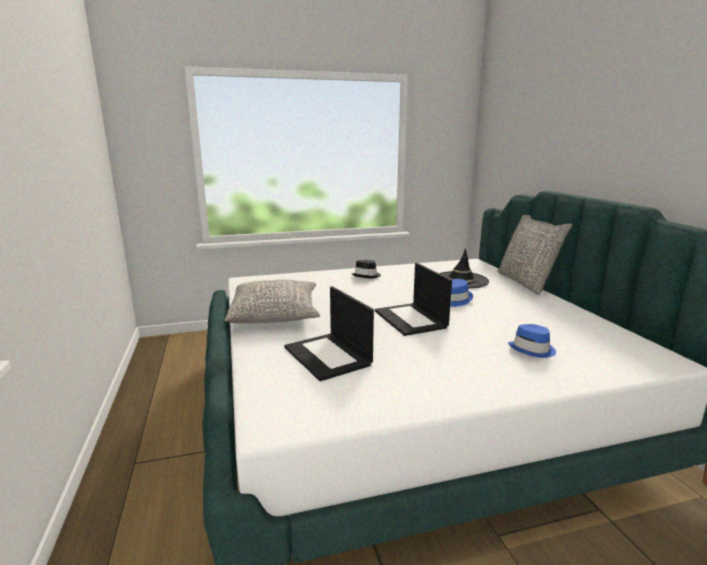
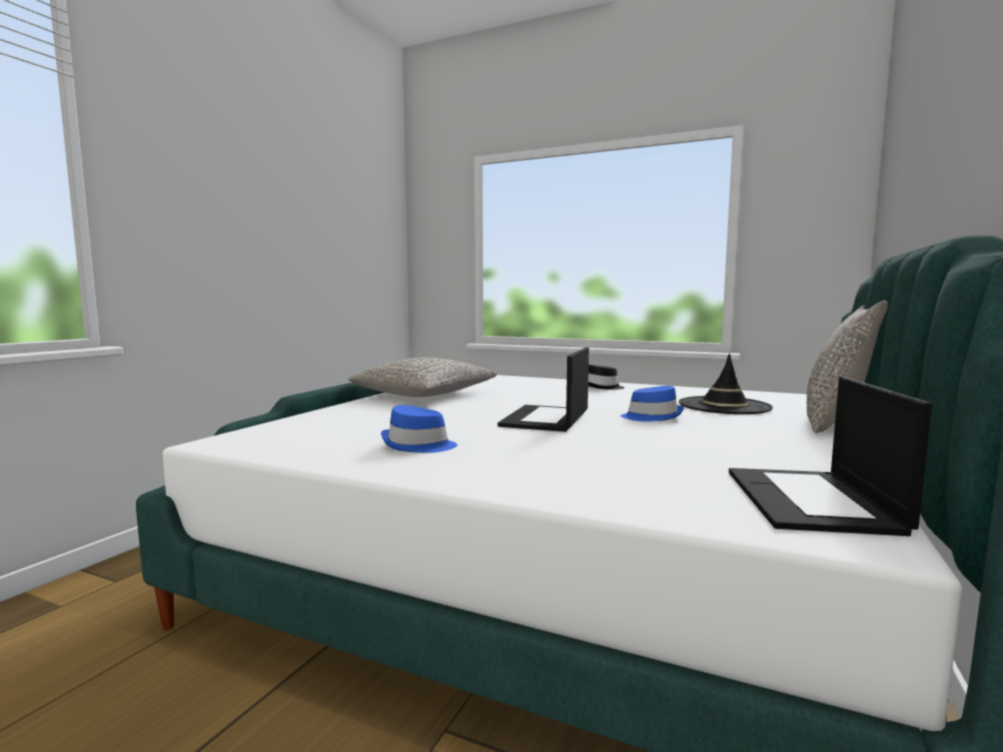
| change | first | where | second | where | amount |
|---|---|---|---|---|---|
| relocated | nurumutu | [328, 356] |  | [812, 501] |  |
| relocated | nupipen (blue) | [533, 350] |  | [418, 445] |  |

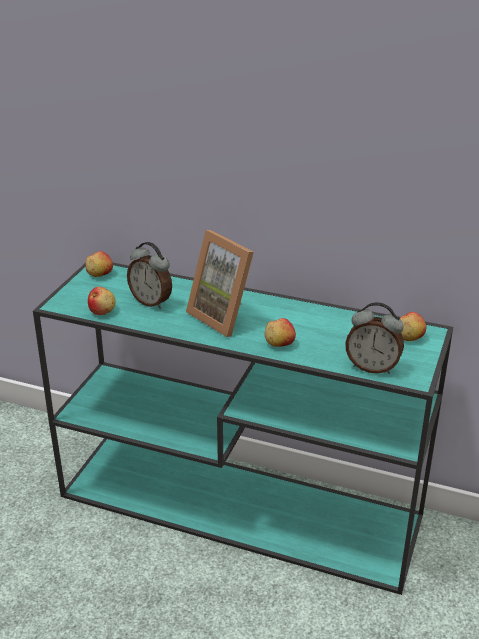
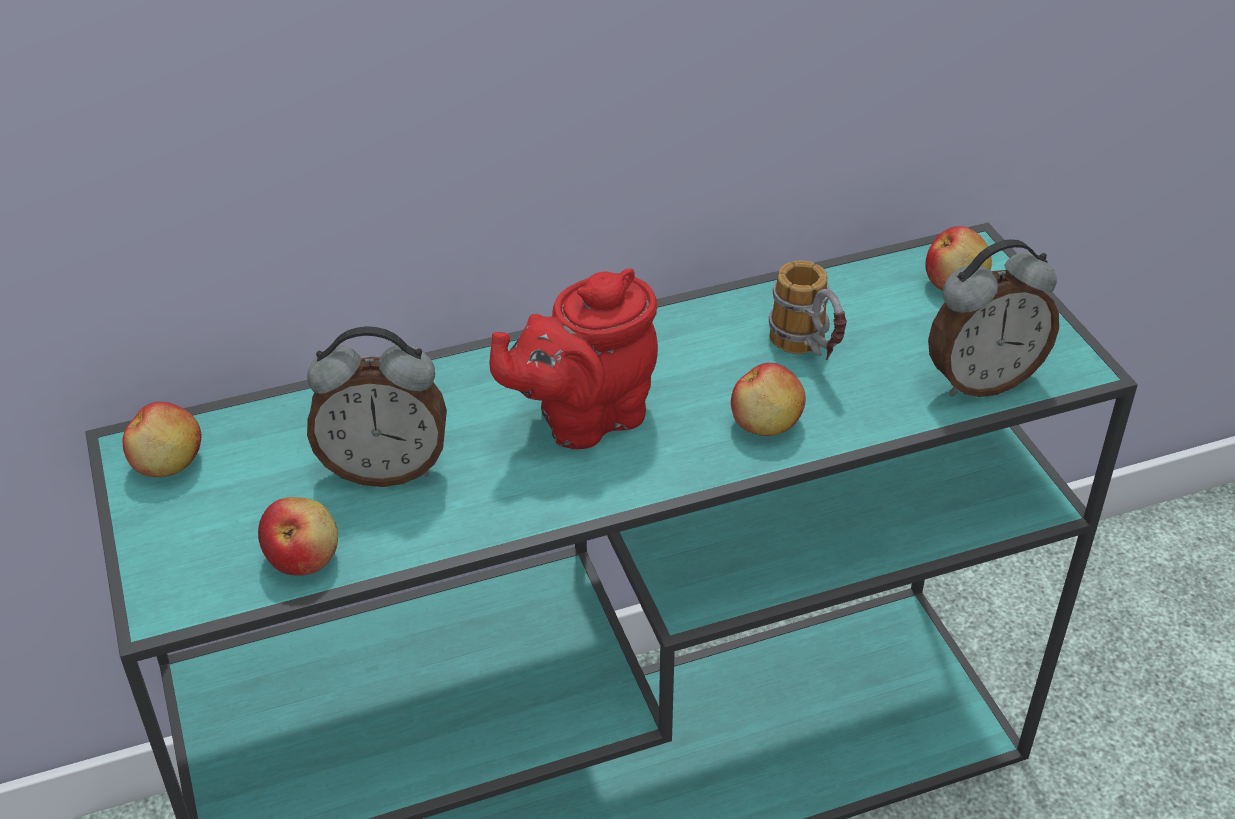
| change | first | where | second | where | amount |
|---|---|---|---|---|---|
| exchanged | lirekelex | [225, 316] | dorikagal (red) | [584, 418] |  |
| appeared |  |  | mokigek | [809, 353] |  |

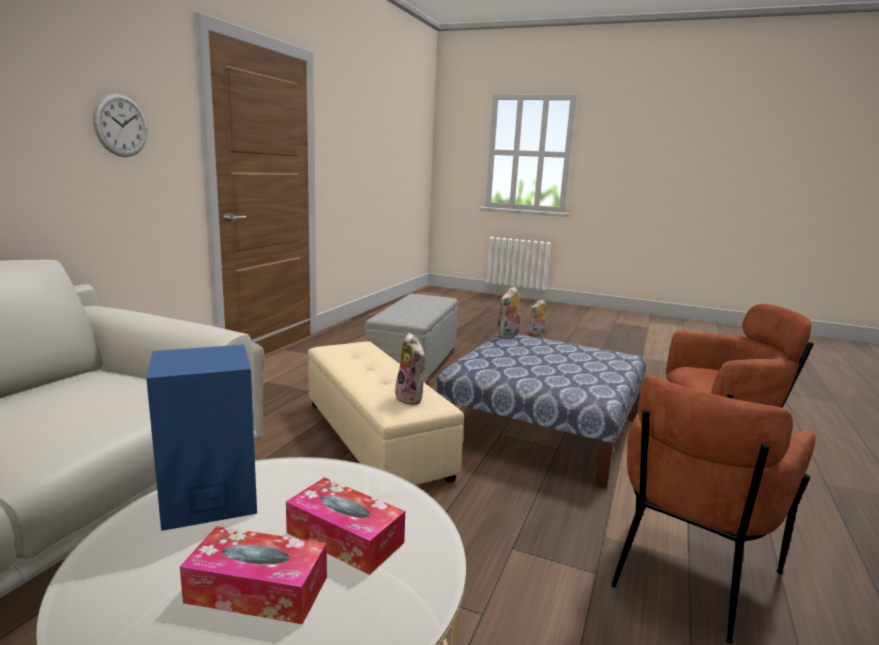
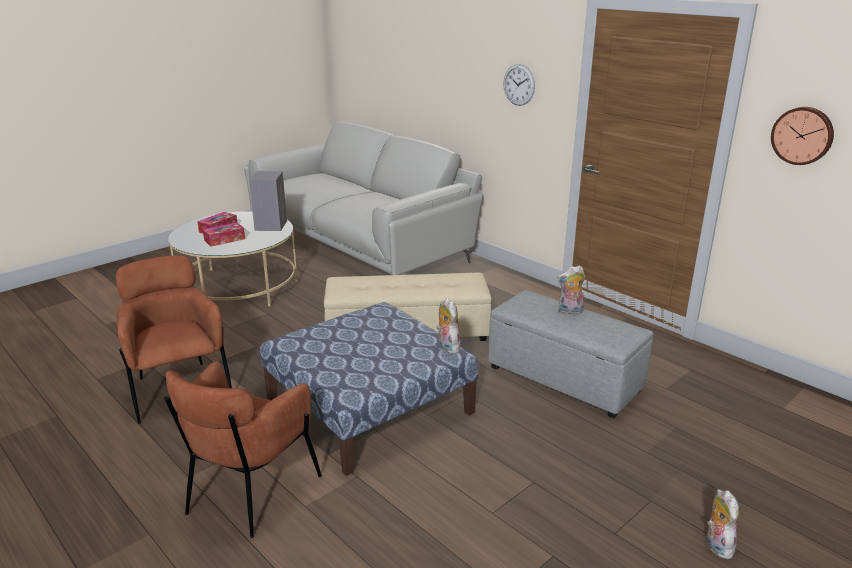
| change | first | where | second | where | amount |
|---|---|---|---|---|---|
| colour | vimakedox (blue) | [206, 501] | vimakedox (grey) | [271, 225] |  |
| relocated | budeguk | [411, 398] |  | [570, 311] |  |
| appeared |  |  | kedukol | [802, 135] |  |

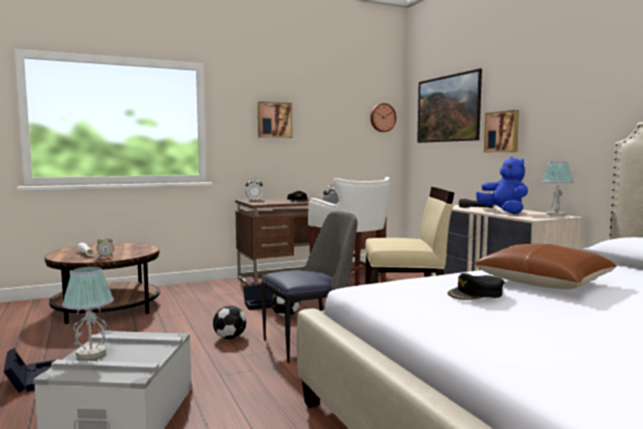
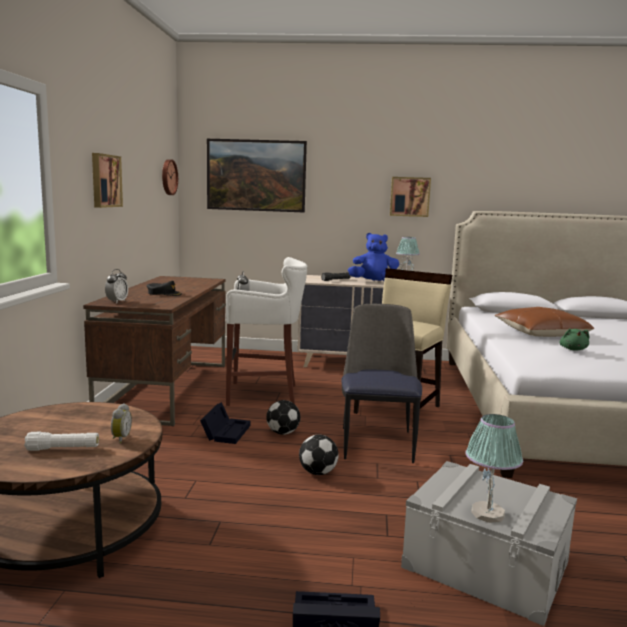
| change | first | where | second | where | amount |
|---|---|---|---|---|---|
| exchanged | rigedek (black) | [476, 294] | budeguk (green) | [573, 349] |  |
| relocated | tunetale | [502, 132] |  | [409, 196] |  |

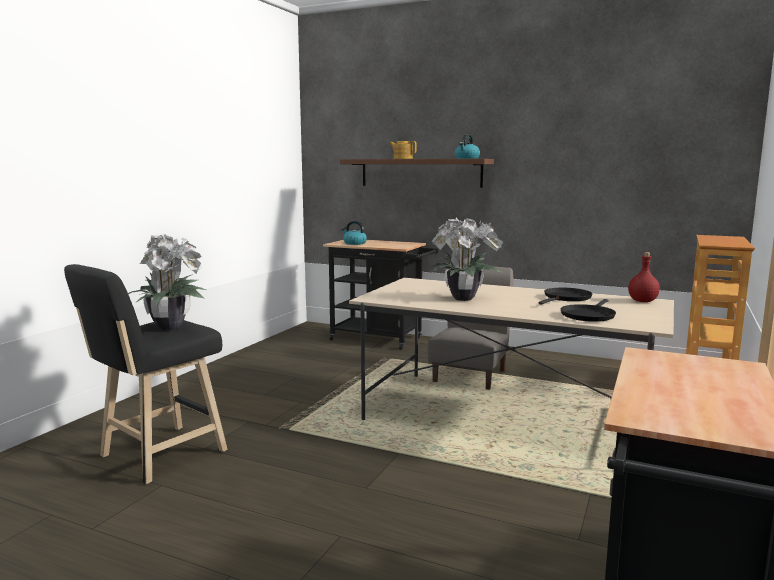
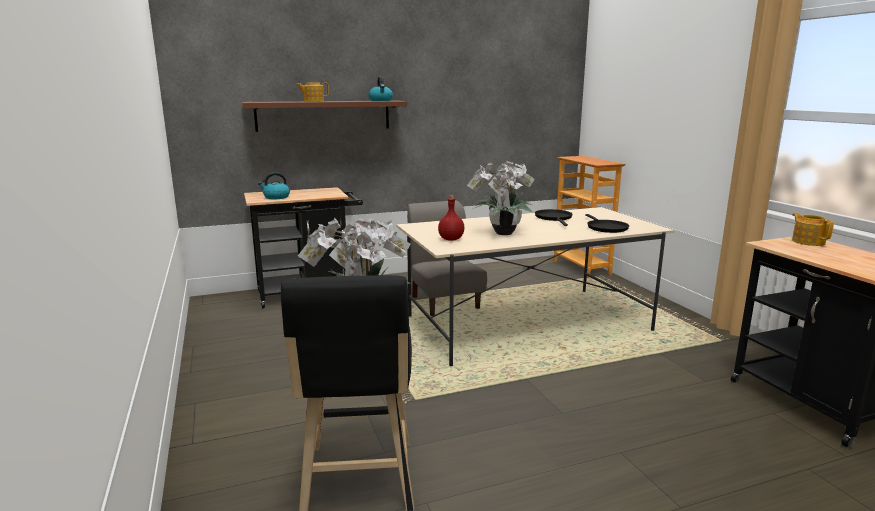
| change | first | where | second | where | amount |
|---|---|---|---|---|---|
| relocated | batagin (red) | [643, 301] |  | [451, 239] |  |
| appeared |  |  | dorikagal | [808, 242] |  |

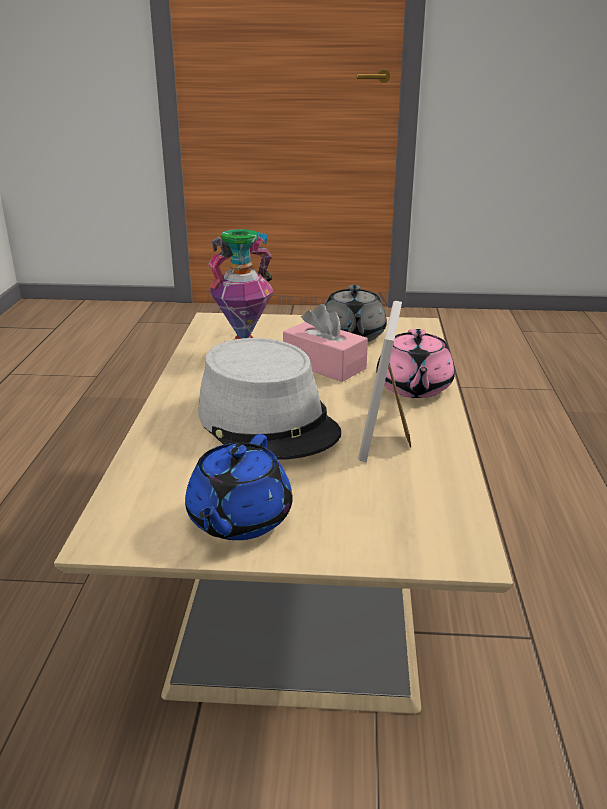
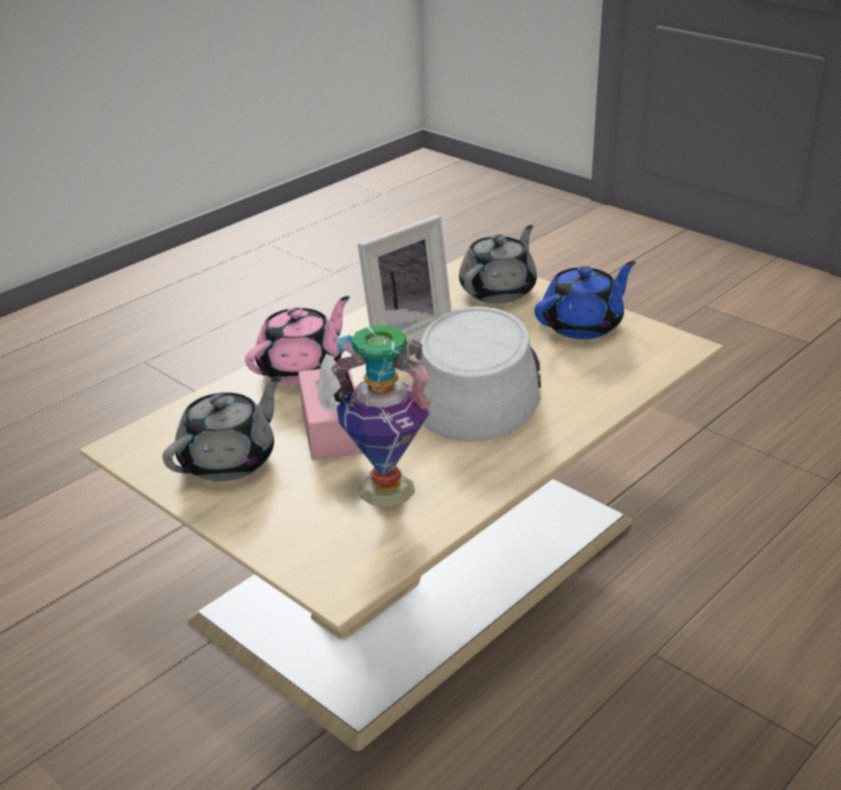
| change | first | where | second | where | amount |
|---|---|---|---|---|---|
| appeared |  |  | dorikagal (grey) | [499, 290] |  |

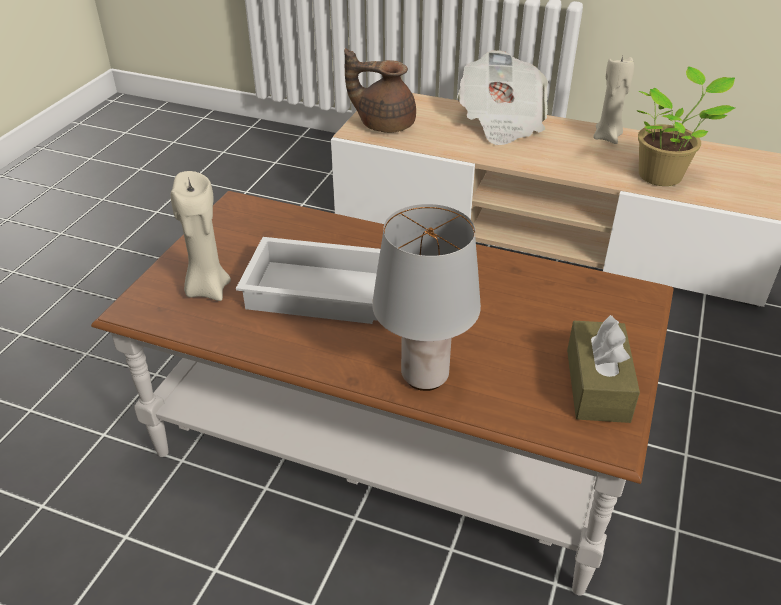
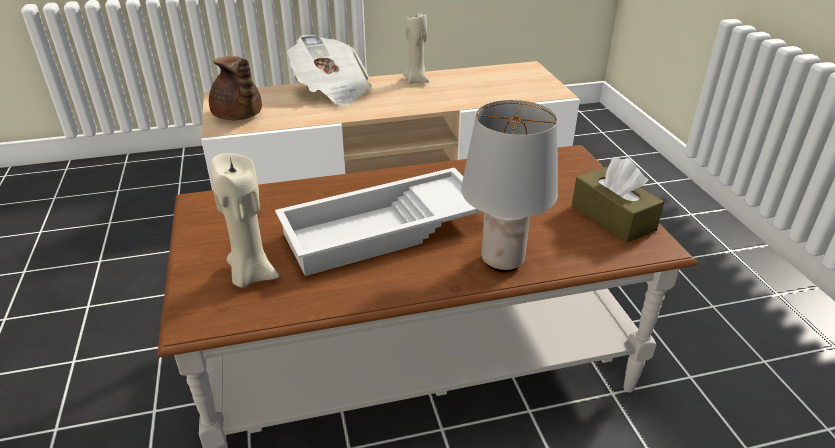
| change | first | where | second | where | amount |
|---|---|---|---|---|---|
| spun | dorikagal (brown) | [384, 124] |  | [238, 116] | 105 degrees counterclockwise |
| missing | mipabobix | [663, 175] |  |  |  |

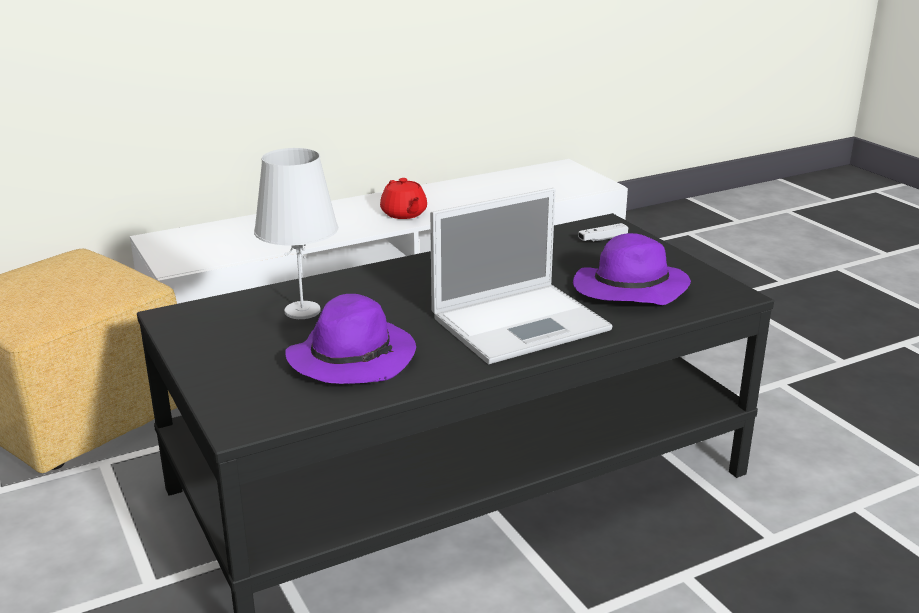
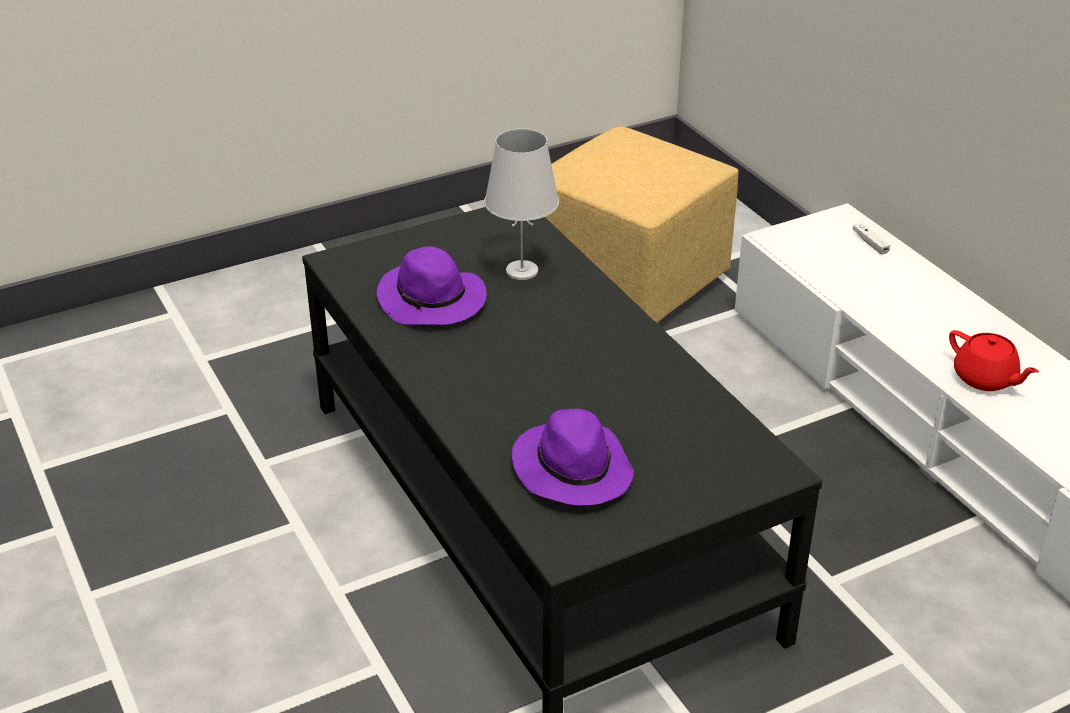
| change | first | where | second | where | amount |
|---|---|---|---|---|---|
| spun | dorikagal (red) | [404, 214] |  | [985, 379] | 105 degrees counterclockwise |
| missing | nurumutu | [522, 322] |  |  |  |
| relocated | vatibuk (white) | [603, 239] |  | [870, 243] |  |

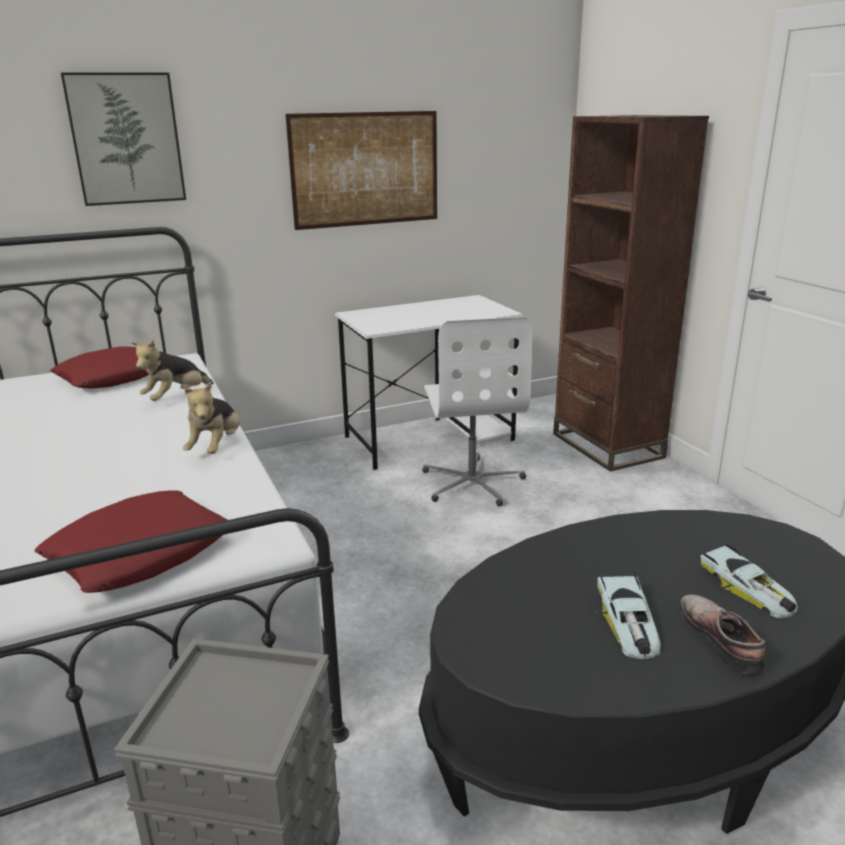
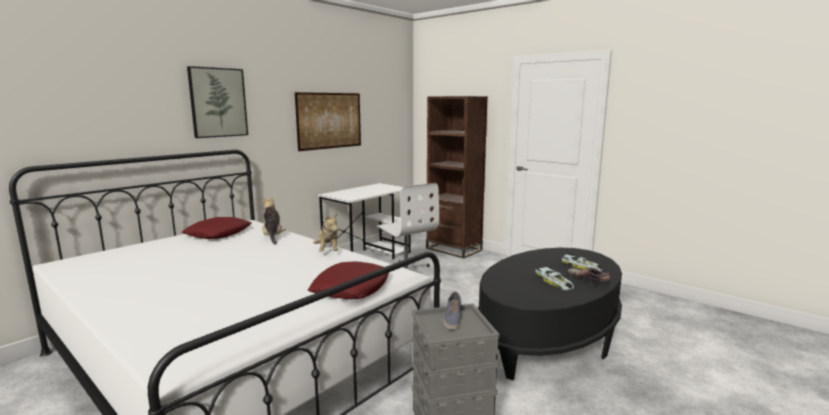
| change | first | where | second | where | amount |
|---|---|---|---|---|---|
| spun | budeguk | [176, 398] |  | [273, 237] | 150 degrees clockwise |
| appeared |  |  | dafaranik | [452, 319] |  |

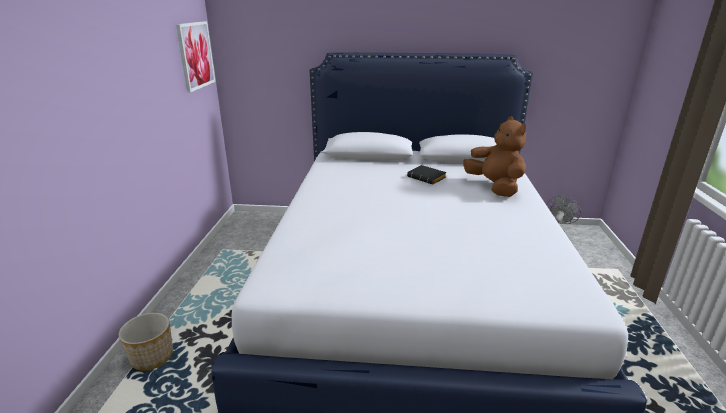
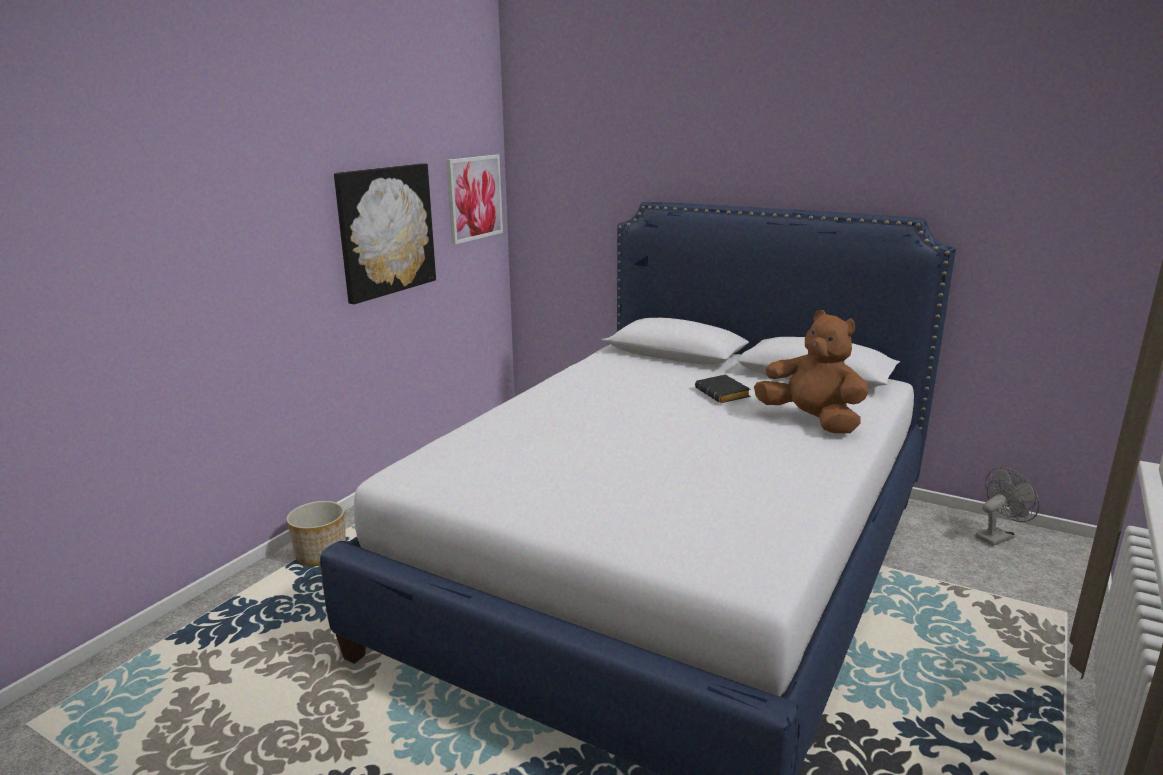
| change | first | where | second | where | amount |
|---|---|---|---|---|---|
| spun | budeguk (brown) | [494, 187] |  | [811, 421] | 45 degrees counterclockwise |
| appeared |  |  | tunetale | [385, 231] |  |

